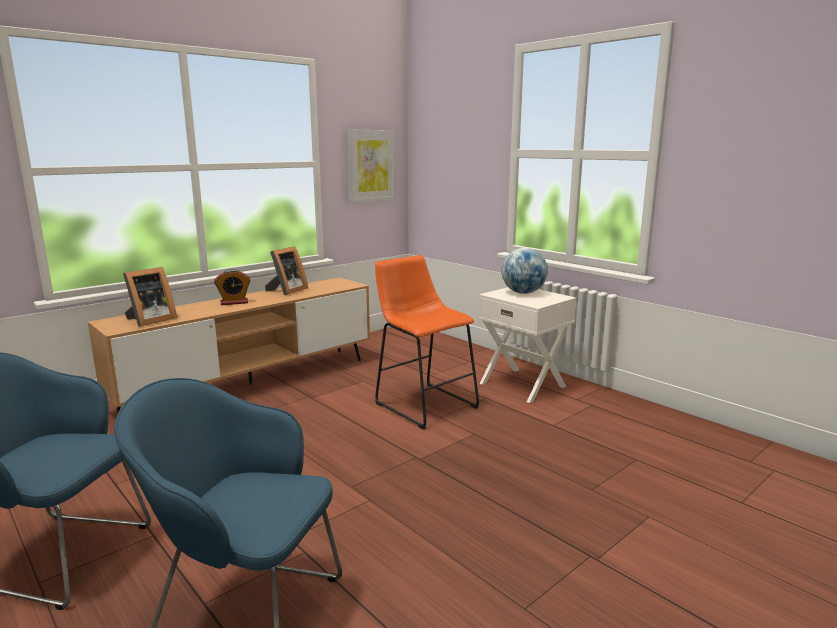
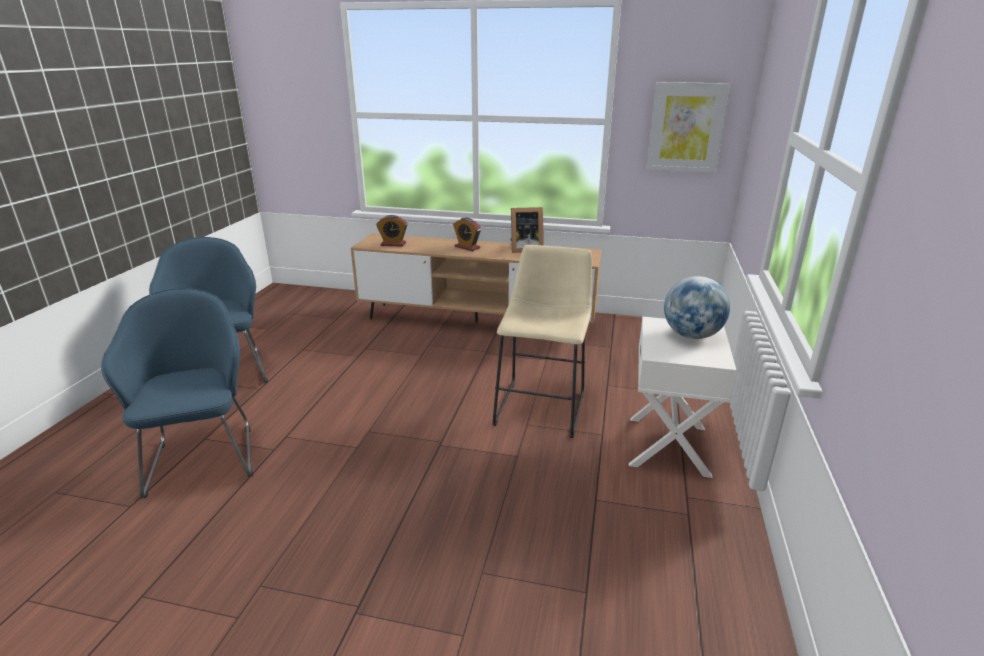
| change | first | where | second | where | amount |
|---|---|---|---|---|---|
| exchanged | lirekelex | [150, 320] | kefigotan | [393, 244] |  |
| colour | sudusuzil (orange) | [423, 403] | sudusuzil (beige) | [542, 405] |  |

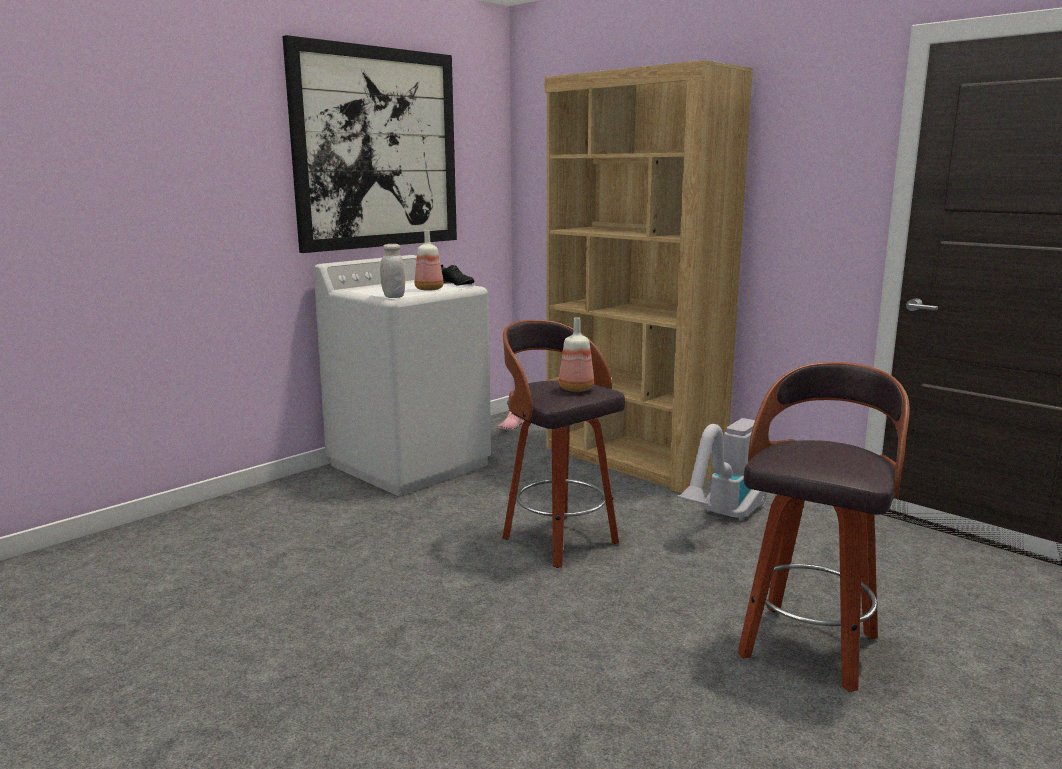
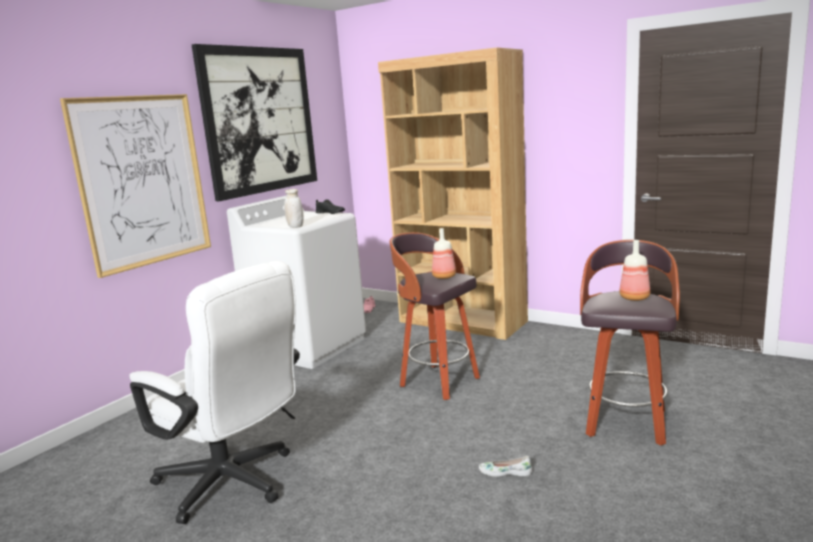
| change | first | where | second | where | amount |
|---|---|---|---|---|---|
| relocated | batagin | [429, 289] |  | [633, 298] |  |
| missing | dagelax | [724, 517] |  |  |  |
| appeared |  |  | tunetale | [142, 181] |  |
| appeared |  |  | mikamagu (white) | [234, 484] |  |
| appeared |  |  | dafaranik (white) | [505, 472] |  |

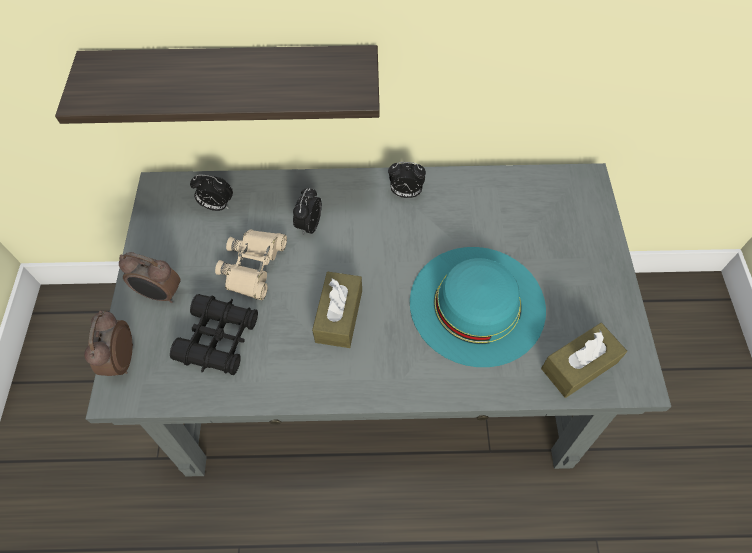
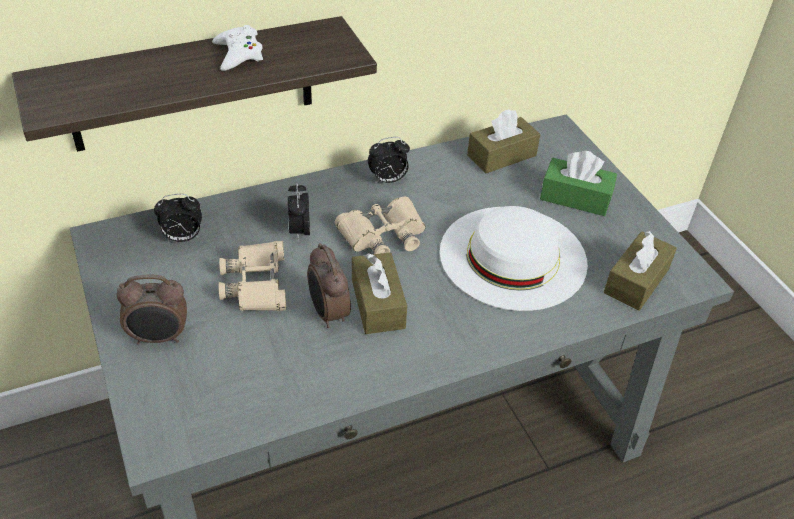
| change | first | where | second | where | amount |
|---|---|---|---|---|---|
| relocated | kefigotan | [121, 360] |  | [328, 313] |  |
| missing | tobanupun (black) | [218, 339] |  |  |  |
| colour | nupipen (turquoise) | [477, 304] | nupipen (white) | [512, 256] |  |
| appeared |  |  | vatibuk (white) | [238, 54] |  |
| appeared |  |  | tobanupun (beige) | [383, 234] |  |
| appeared |  |  | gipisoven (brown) | [501, 155] |  |
| appeared |  |  | gipisoven (green) | [575, 197] |  |

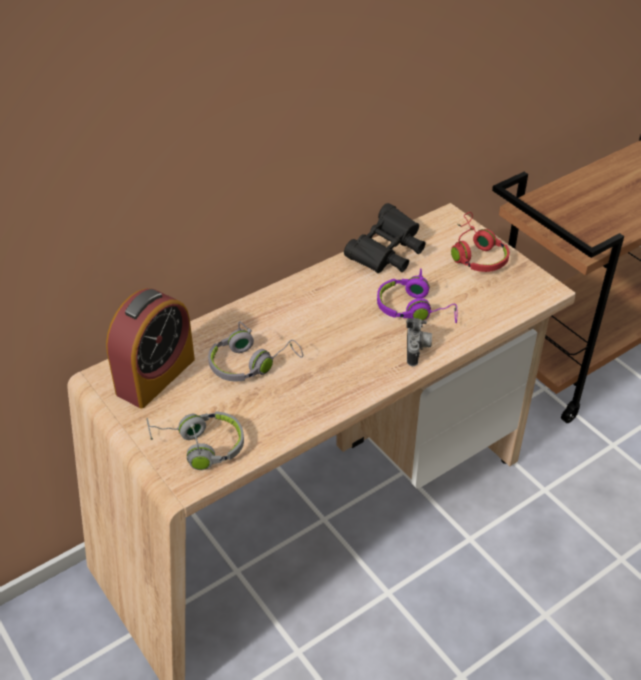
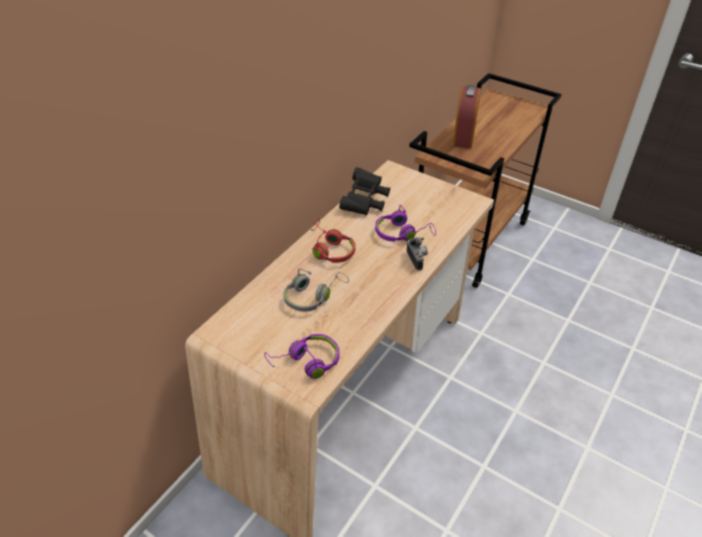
| change | first | where | second | where | amount |
|---|---|---|---|---|---|
| relocated | kefigotan | [155, 376] |  | [464, 136] |  |
| colour | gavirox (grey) | [198, 446] | gavirox (purple) | [306, 362] |  |
| relocated | gavirox (red) | [475, 254] |  | [330, 249] |  |

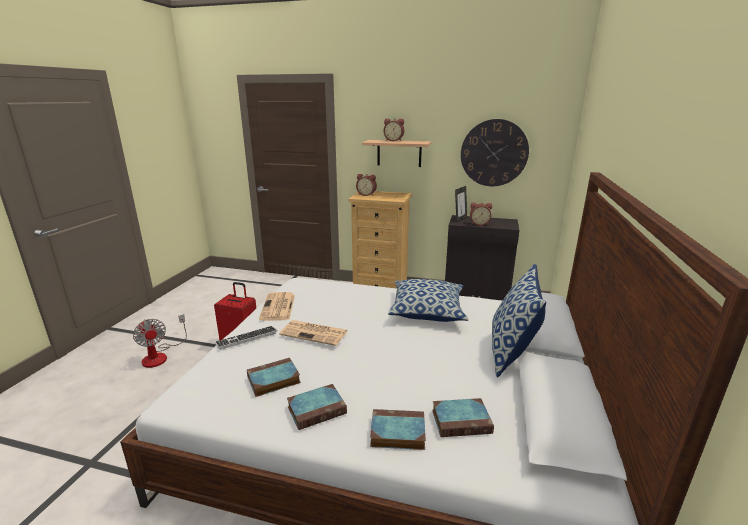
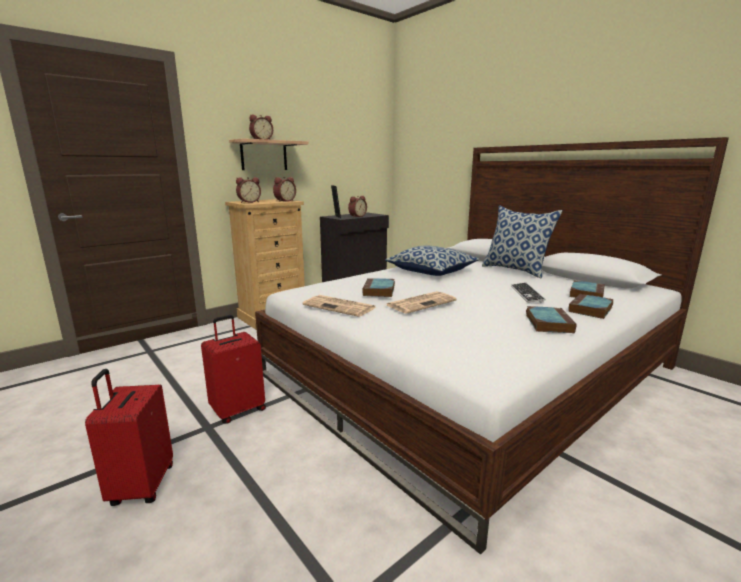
| change | first | where | second | where | amount |
|---|---|---|---|---|---|
| exchanged | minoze | [160, 355] | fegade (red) | [141, 486] |  |
| relocated | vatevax | [246, 338] |  | [526, 294] |  |
| relocated | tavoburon | [272, 380] |  | [379, 291] |  |
| missing | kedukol | [494, 153] |  |  |  |
| appeared |  |  | kefigotan | [284, 201] |  |

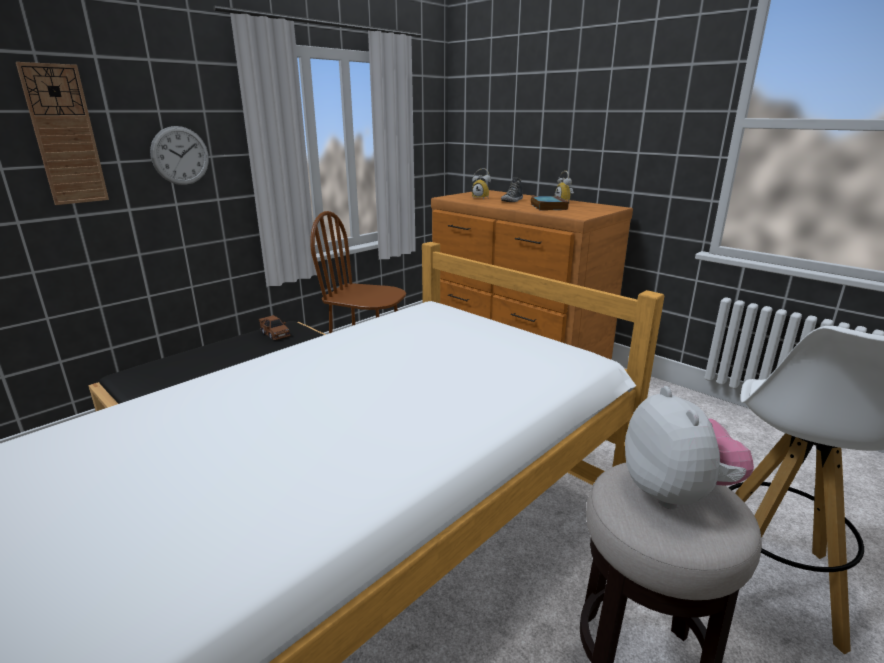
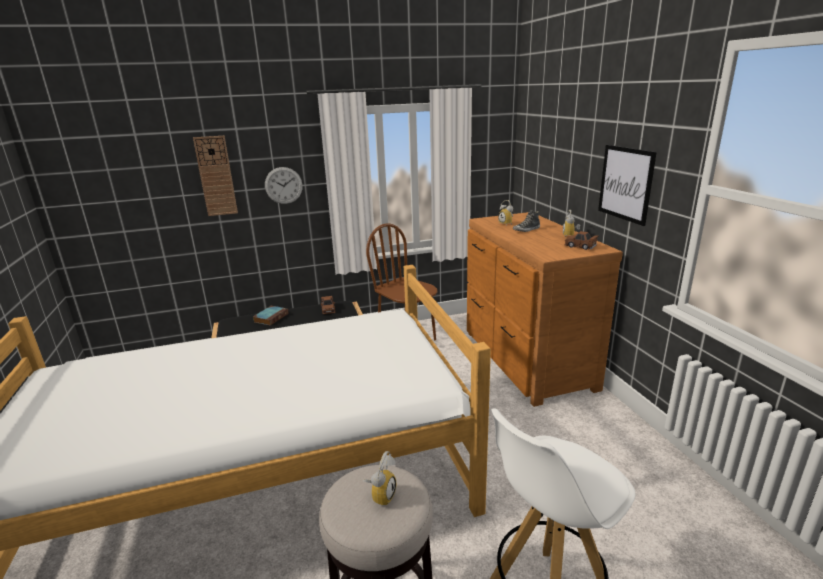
| change | first | where | second | where | amount |
|---|---|---|---|---|---|
| relocated | tavoburon | [548, 206] |  | [271, 317] |  |
| exchanged | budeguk | [676, 493] | kefigotan | [381, 495] |  |
| appeared |  |  | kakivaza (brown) | [580, 246] |  |
| appeared |  |  | tunetale | [625, 183] |  |

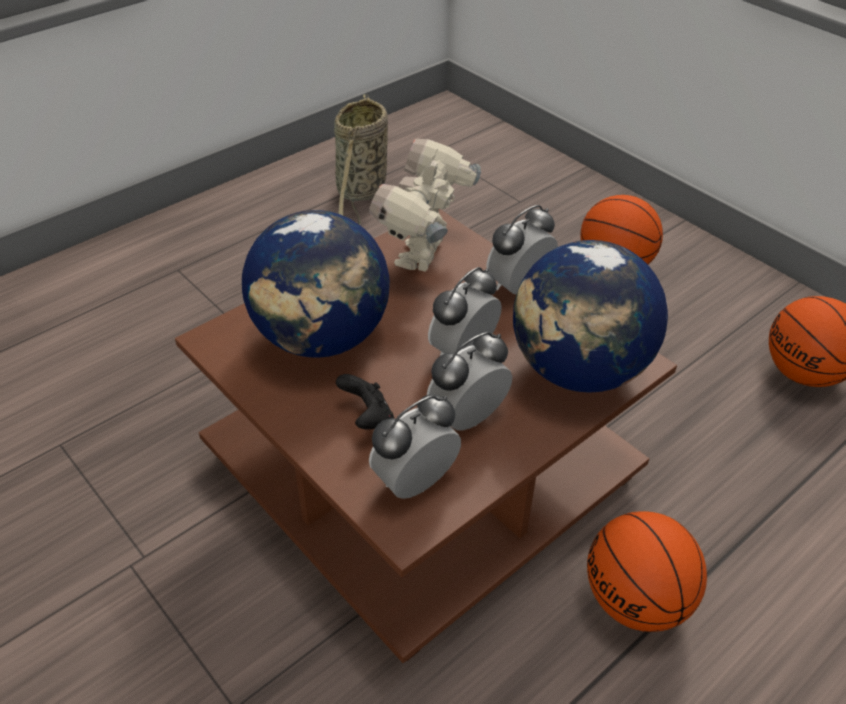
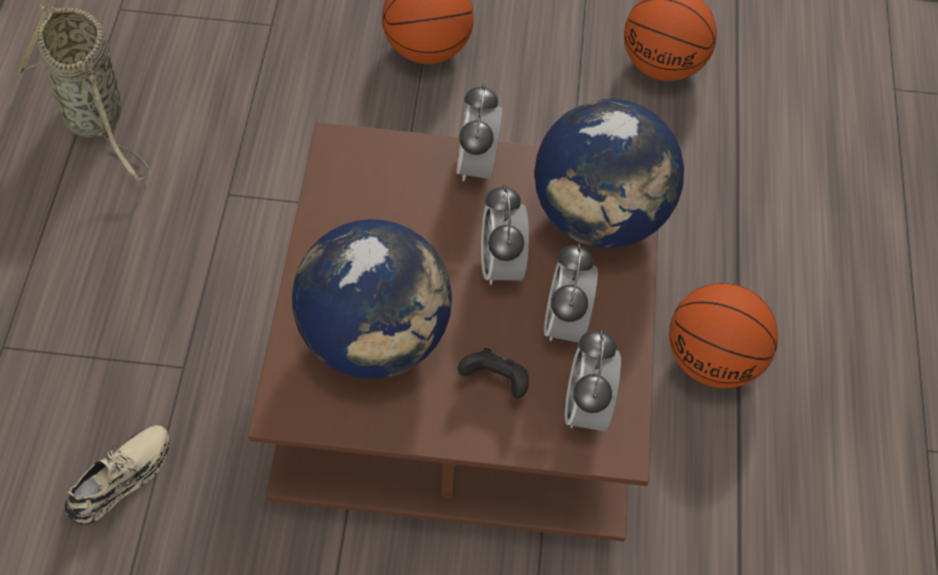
| change | first | where | second | where | amount |
|---|---|---|---|---|---|
| missing | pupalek | [424, 255] |  |  |  |
| appeared |  |  | dafaranik (beige) | [121, 478] |  |

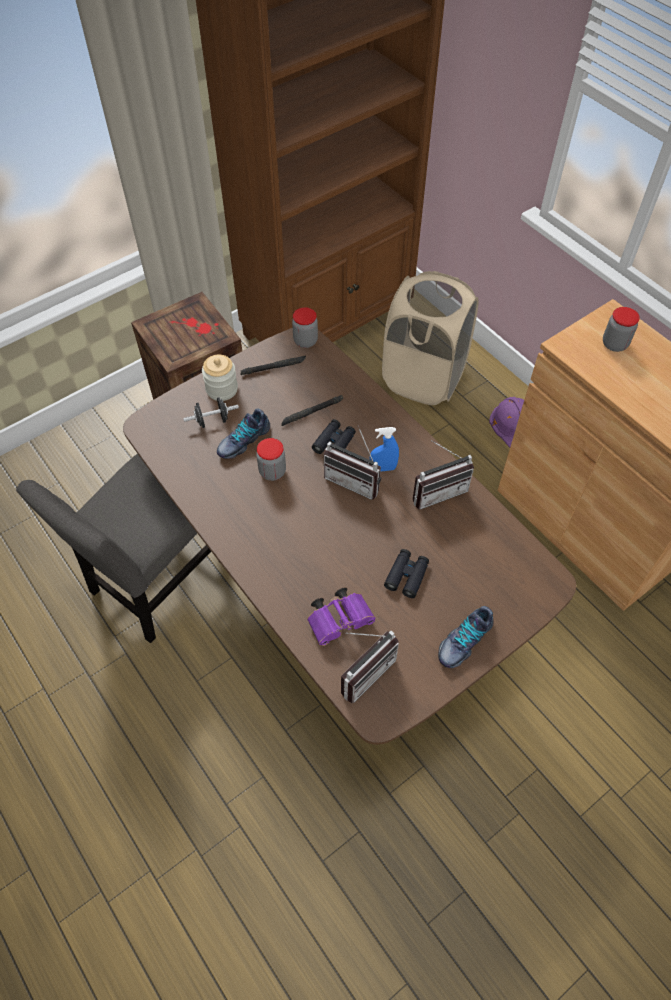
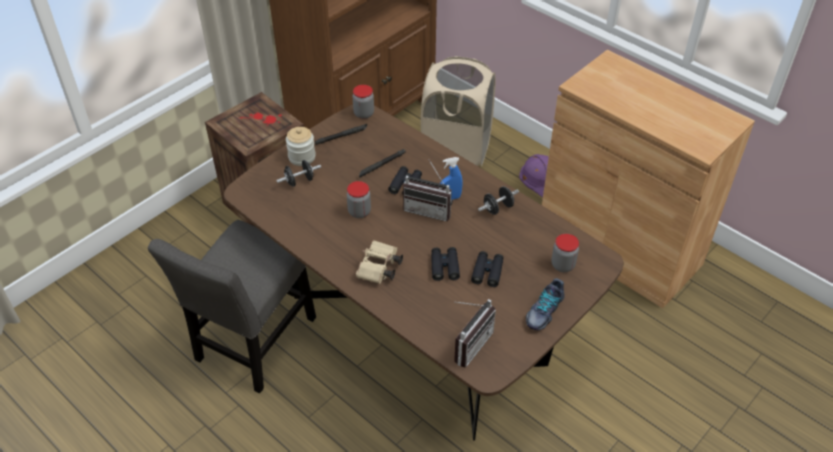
| change | first | where | second | where | amount |
|---|---|---|---|---|---|
| missing | dafaranik | [243, 440] |  |  |  |
| missing | tobanupun (purple) | [341, 620] |  |  |  |
| exchanged | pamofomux | [437, 490] | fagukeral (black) | [498, 208] |  |
| relocated | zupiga | [614, 344] |  | [563, 265] |  |
| appeared |  |  | tobanupun (beige) | [379, 269] |  |
| appeared |  |  | tobanupun (black) | [444, 267] |  |

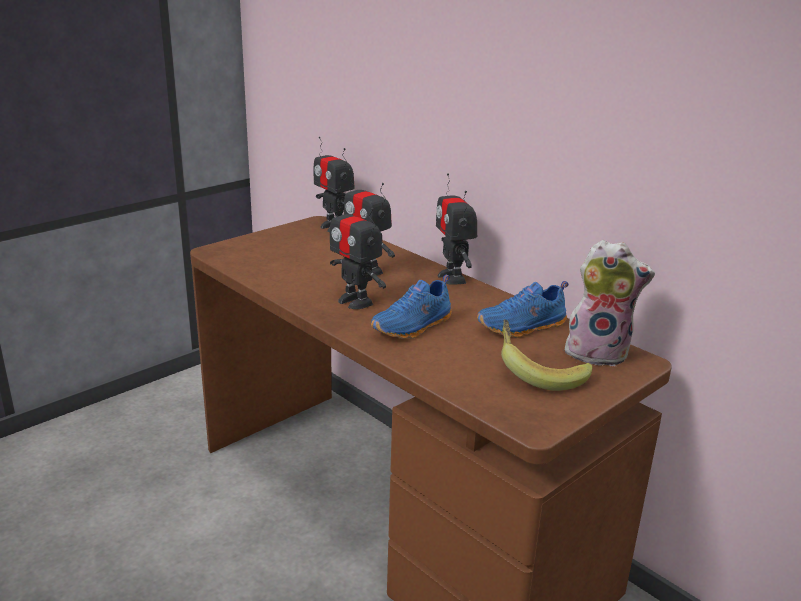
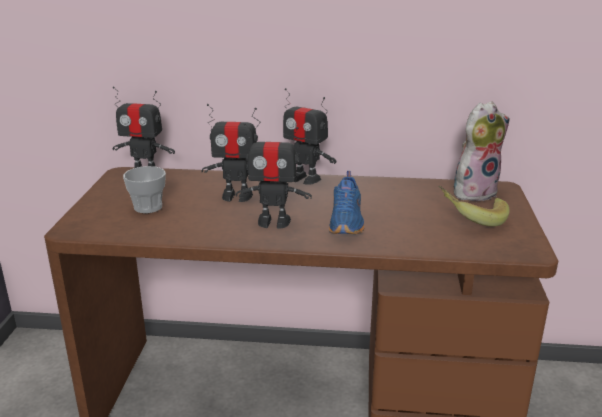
| change | first | where | second | where | amount |
|---|---|---|---|---|---|
| missing | dafaranik (blue) | [522, 327] |  |  |  |
| appeared |  |  | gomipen | [148, 207] |  |

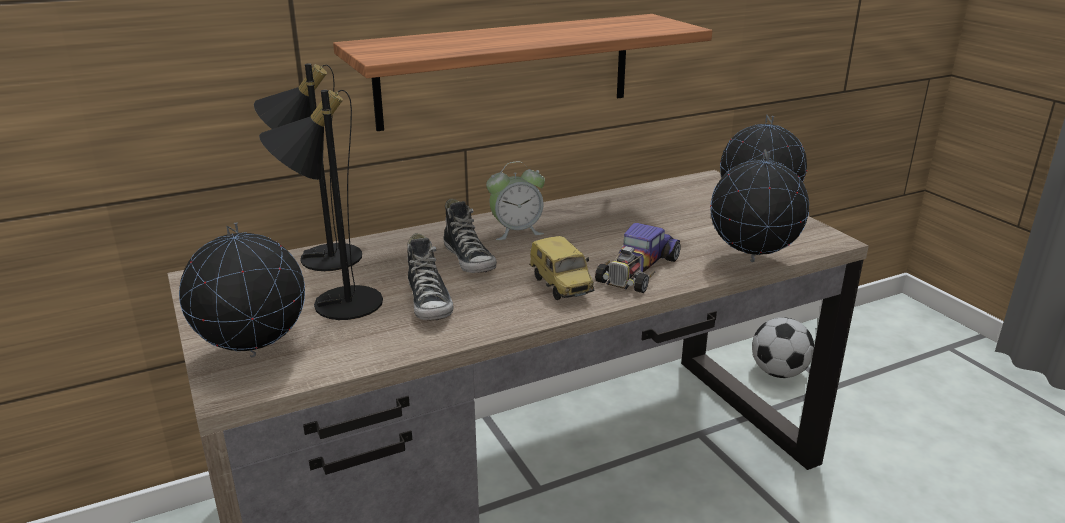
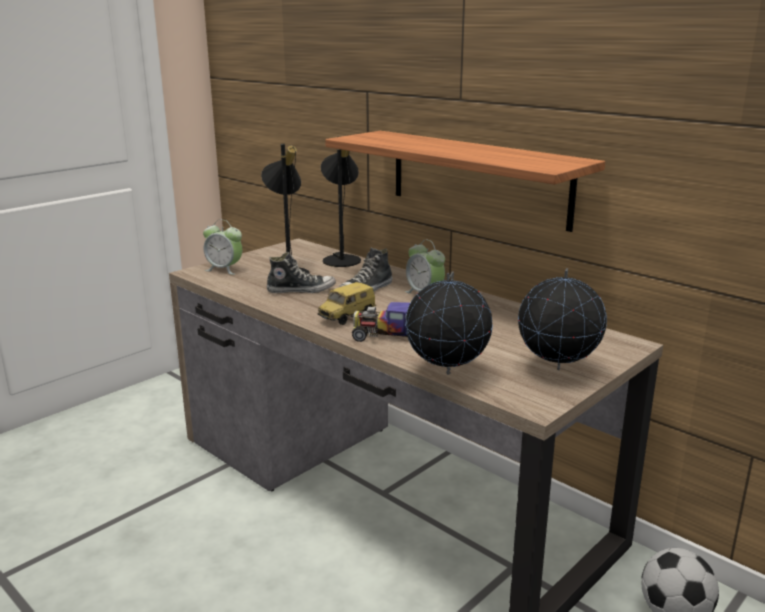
| change | first | where | second | where | amount |
|---|---|---|---|---|---|
| exchanged | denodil | [255, 356] | kefigotan | [224, 269] |  |
| spun | dafaranik | [429, 303] |  | [301, 290] | 150 degrees counterclockwise |

